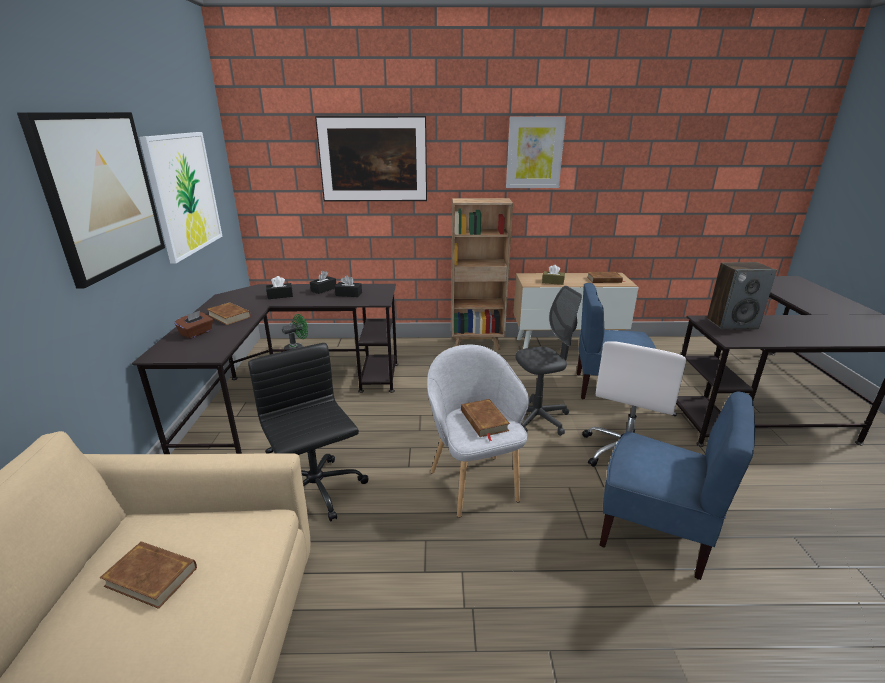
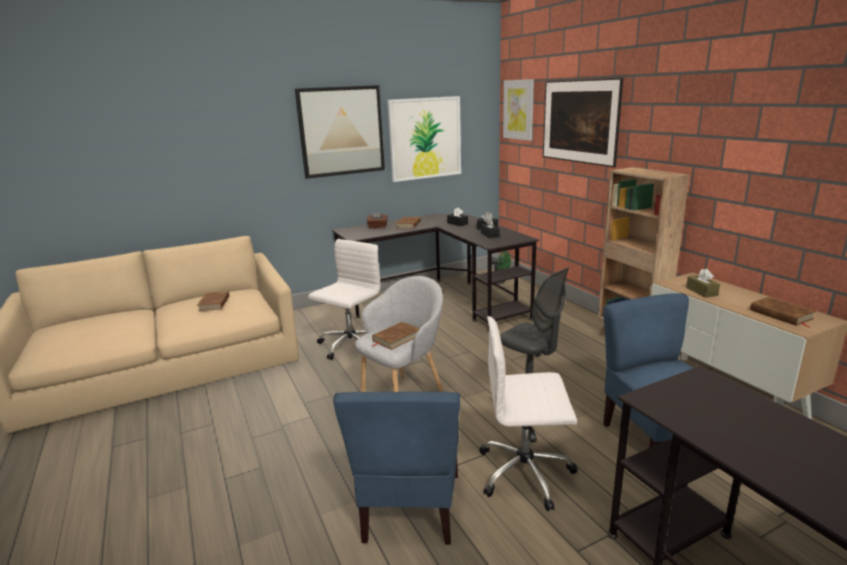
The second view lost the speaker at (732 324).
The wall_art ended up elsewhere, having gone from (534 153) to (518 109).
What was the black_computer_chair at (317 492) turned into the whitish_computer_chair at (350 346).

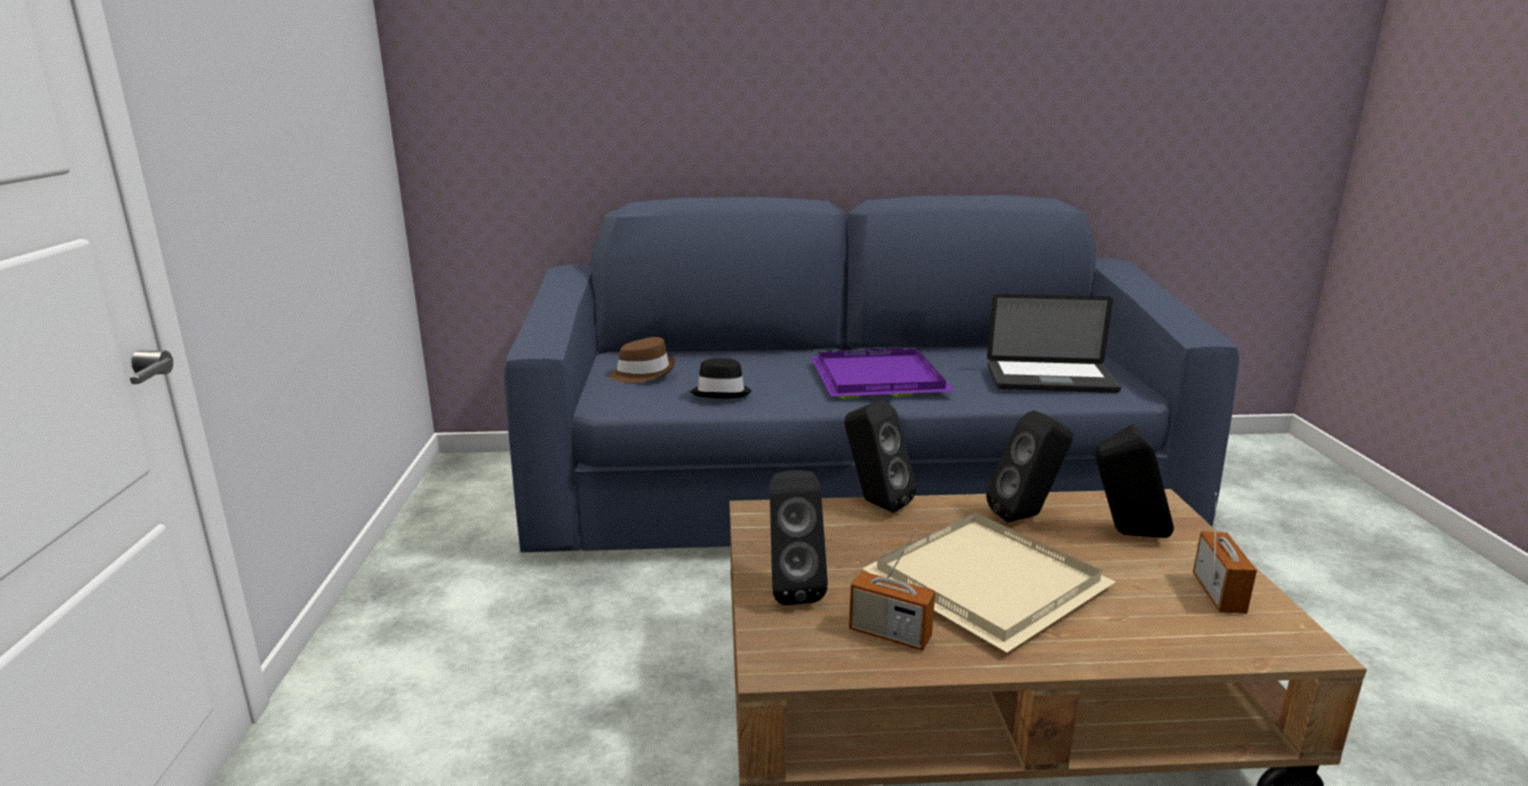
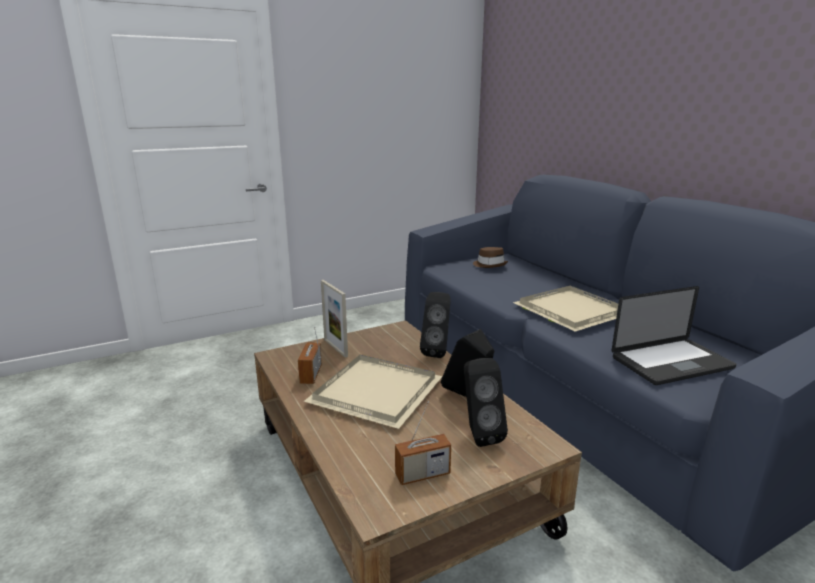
The second view lost the black_clothing_hat at (721 392).
Where the black_speaker stood at (792 588), the standing_frame came to stand at (335 348).
What was the purplish_serving_tray at (876 379) turned into the beige_serving_tray at (569 311).
The laptop at (1050 379) ended up facing another way, 90 degrees counterclockwise from before.

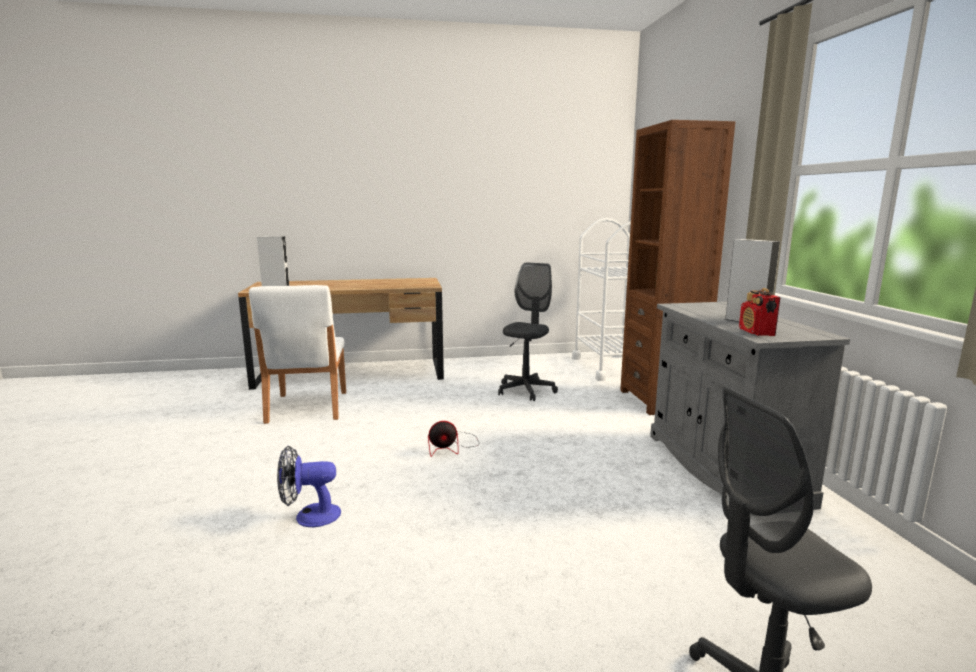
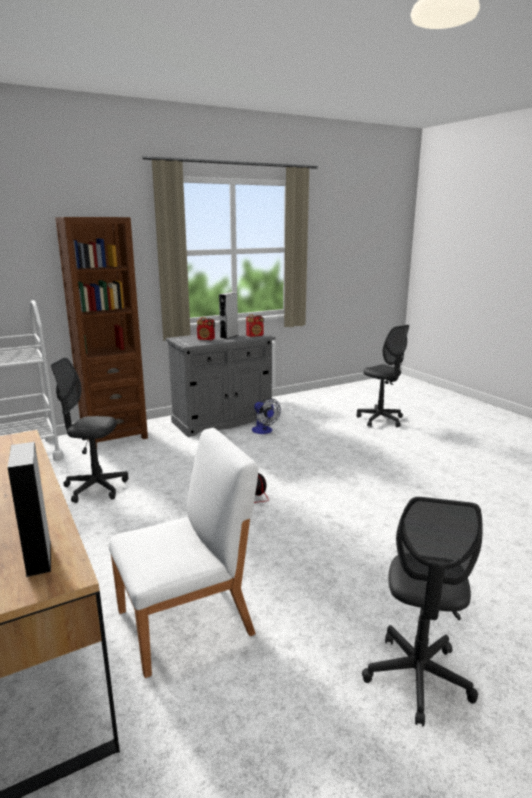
The second view gained the radio_receiver at (206 339).
The second view gained the greyish_computer_chair at (417 678).
The fan ended up elsewhere, having gone from (309 516) to (264 431).

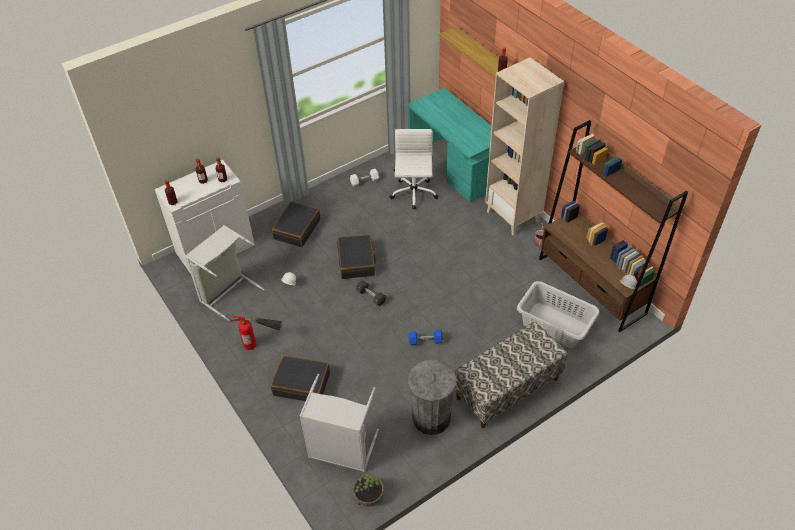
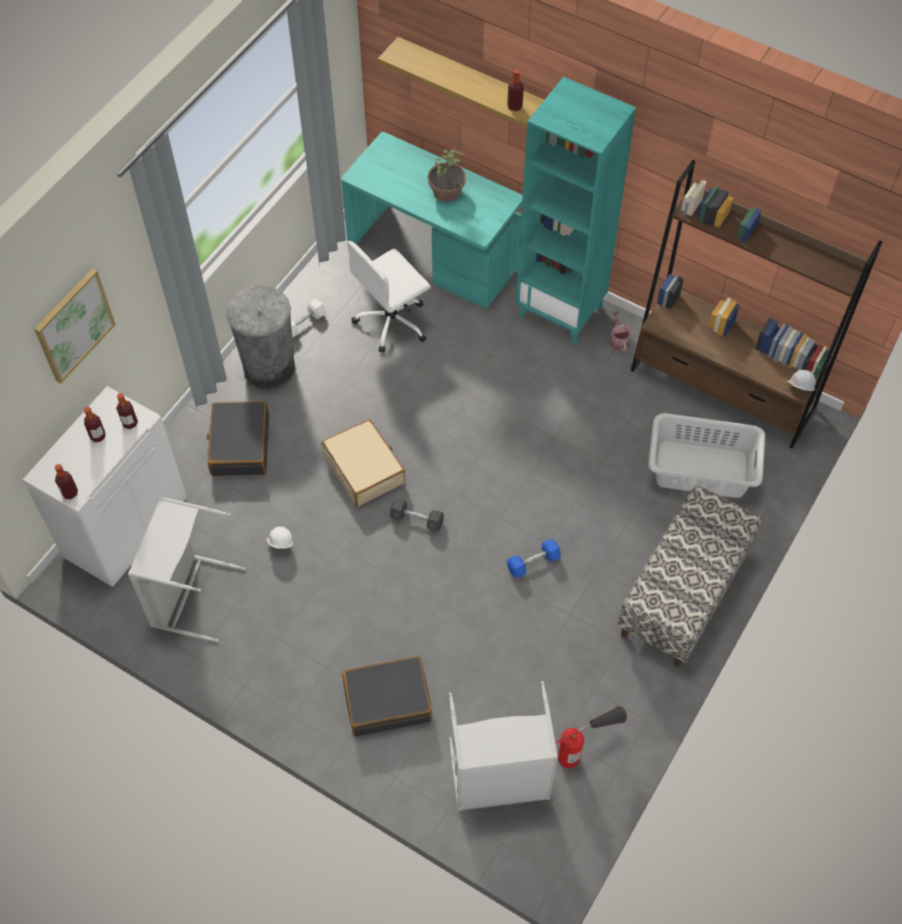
The second view gained the wall_art at (73 325).
The extinguisher ended up elsewhere, having gone from (262 343) to (586 748).
The potted_plant ended up elsewhere, having gone from (369 496) to (446 191).
The greyish_waste_bin ended up elsewhere, having gone from (431 418) to (269 367).
What was the black_piece_of_luggage at (356 261) turned into the beige_piece_of_luggage at (364 469).
What was the beige_bookshelf at (513 216) turned into the turquoise-coloured_bookshelf at (561 311).
The whitish_computer_chair at (413 194) ended up facing another way, 105 degrees counterclockwise from before.

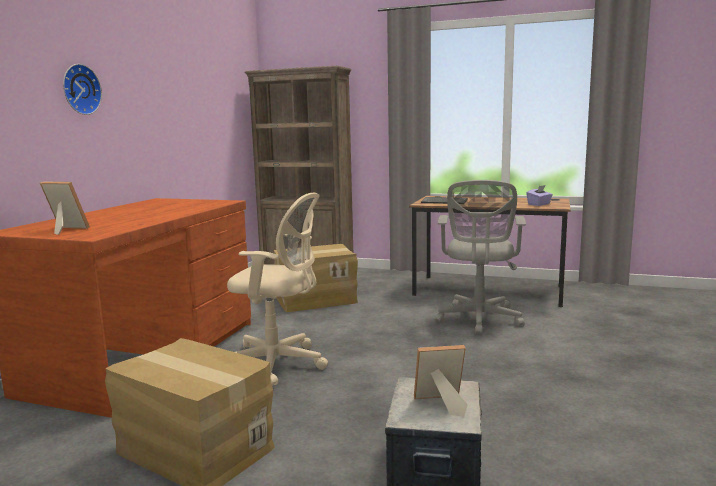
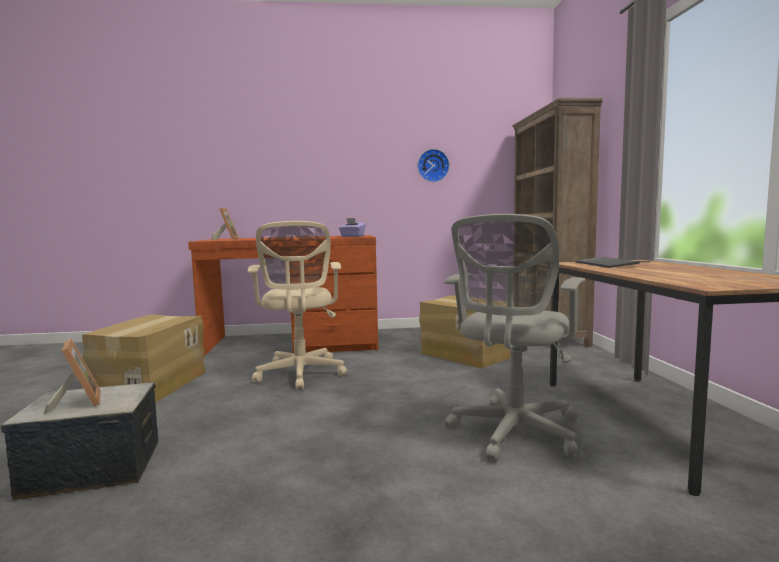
The clock_on_the_wall ended up elsewhere, having gone from (79 89) to (433 165).
The purplish_box_of_tissues ended up elsewhere, having gone from (539 204) to (352 236).
The greyish_computer_chair at (479 320) ended up facing another way, 45 degrees counterclockwise from before.

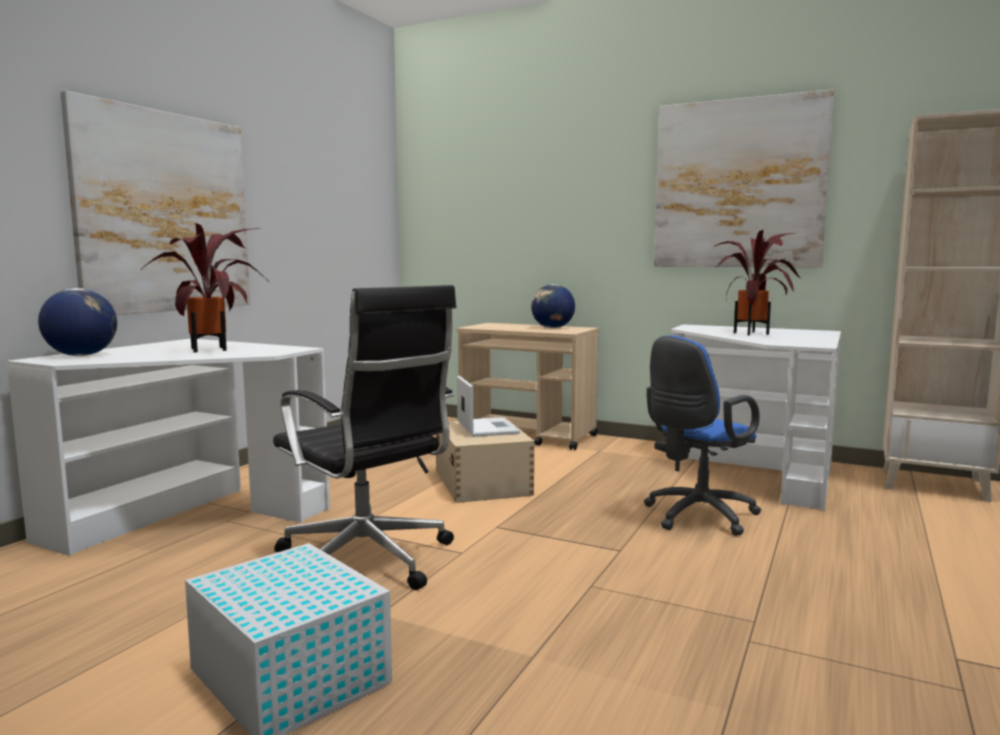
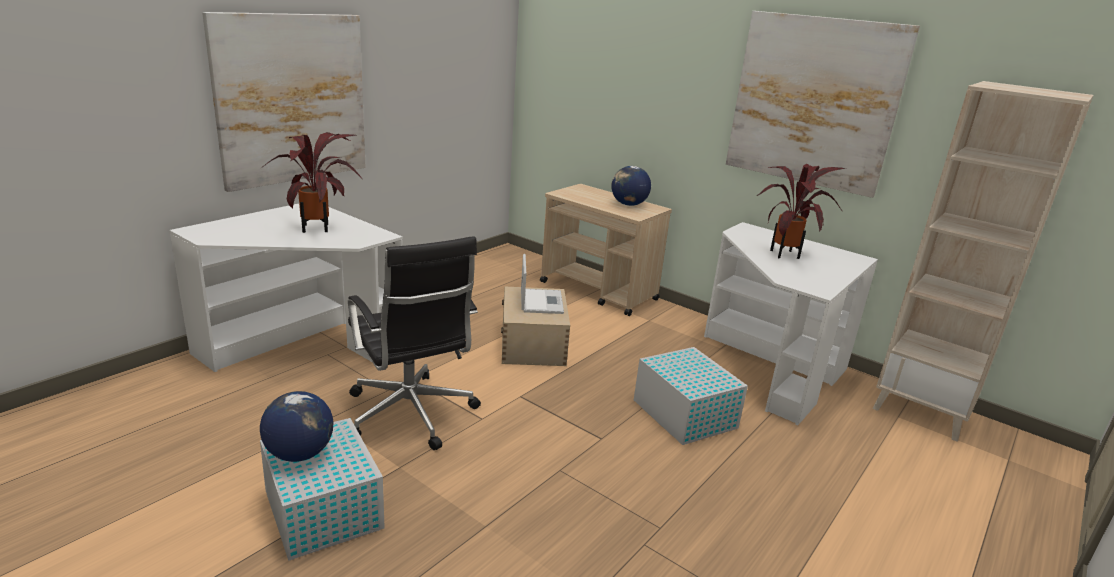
The globe ended up elsewhere, having gone from (81 355) to (299 454).
Where the blue_computer_chair stood at (696 517), the whitish_storage_container came to stand at (684 413).

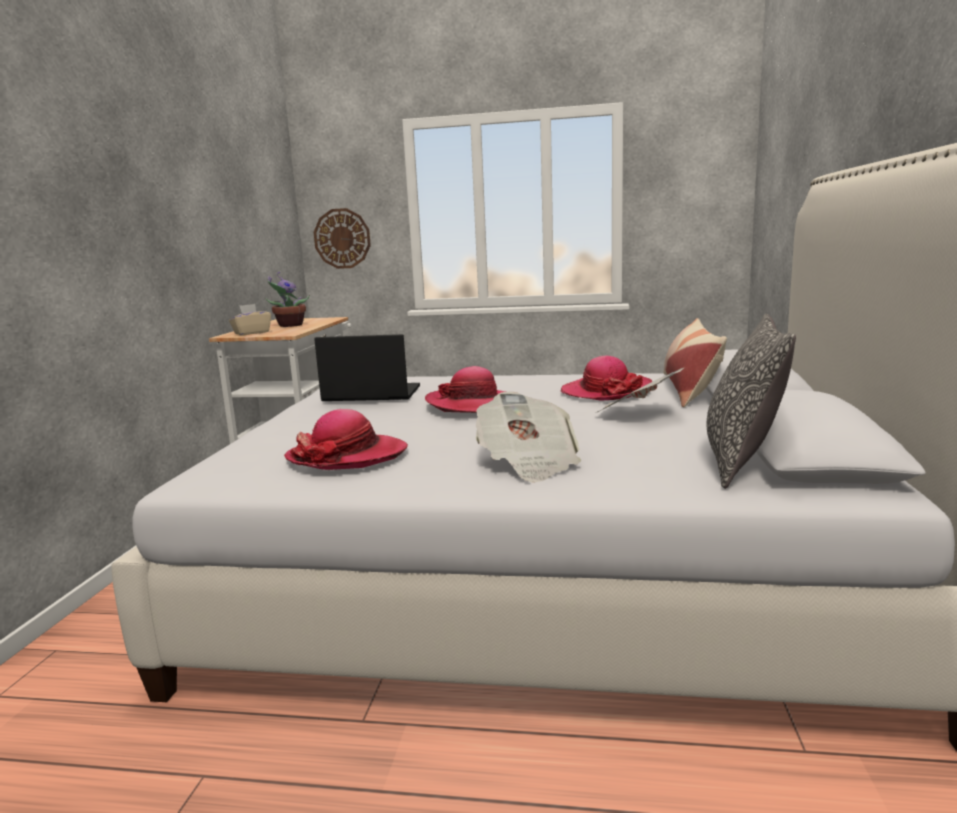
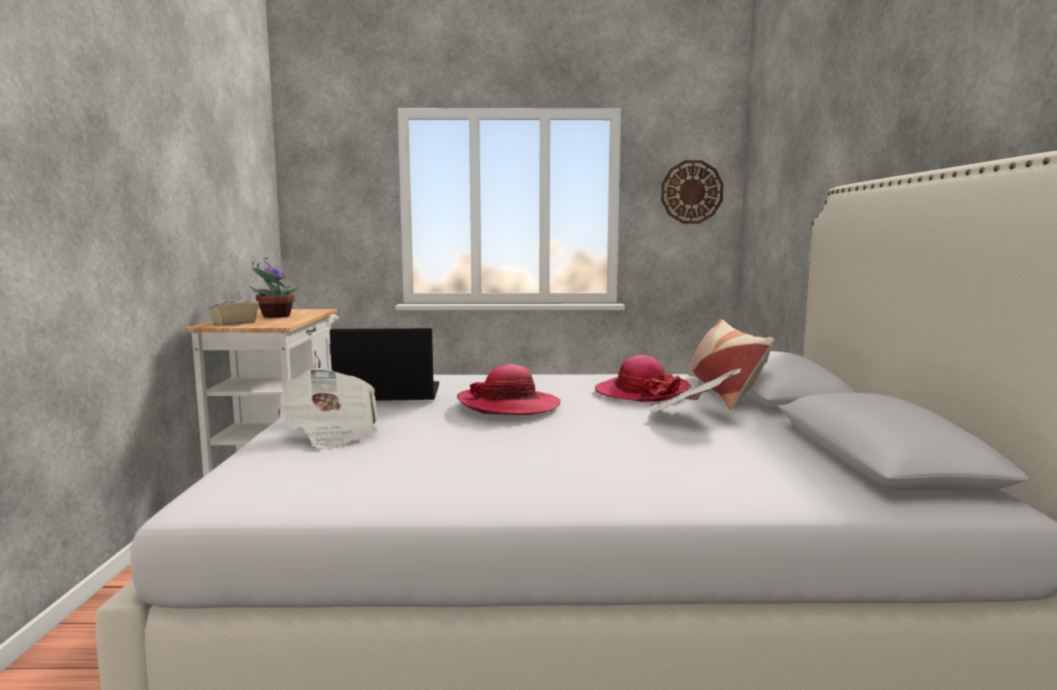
The second view lost the clothing_hat at (347 456).
The second view lost the pillow at (741 462).
The clock_on_the_wall ended up elsewhere, having gone from (342 238) to (691 192).
The newspaper ended up elsewhere, having gone from (528 463) to (330 433).

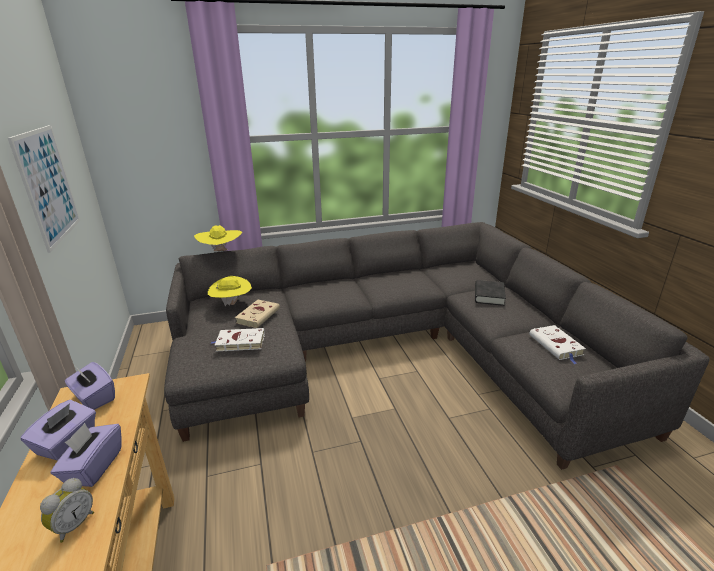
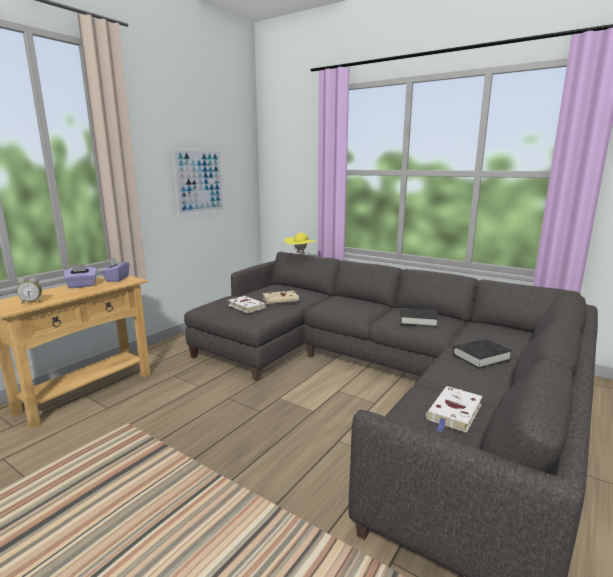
The second view lost the purplish_box_of_tissues at (94 467).
The second view lost the yellow_clothing_hat at (232 304).
The second view gained the black_volume at (418 320).

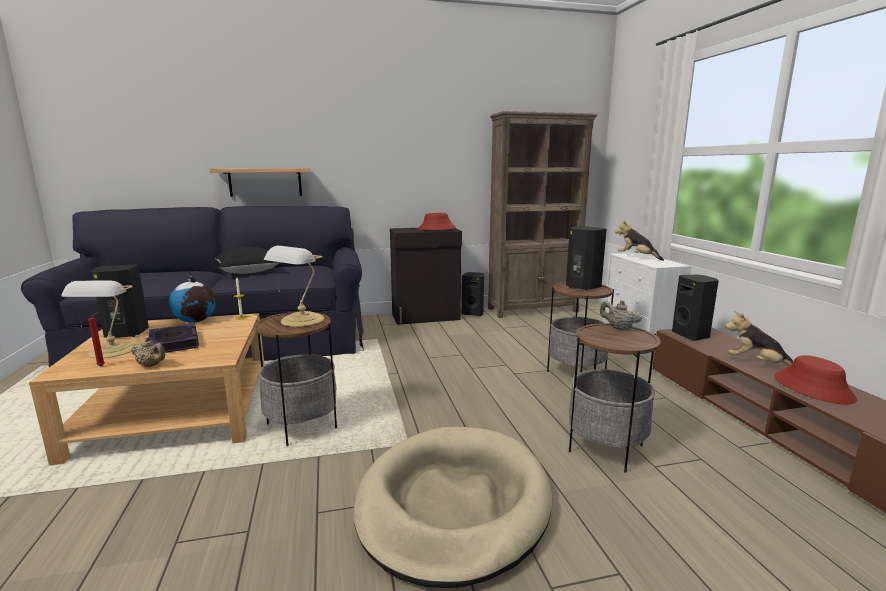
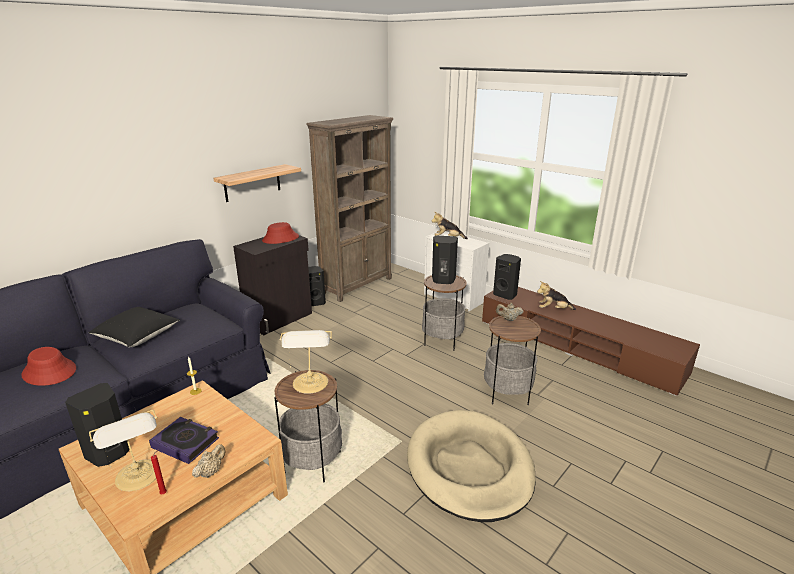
The second view lost the globe at (195 321).
The bracket_shelf ended up elsewhere, having gone from (265 182) to (252 183).
The red_clothing_hat ended up elsewhere, having gone from (813 388) to (50 372).
The beige_tea_pot at (151 365) ended up facing another way, 45 degrees counterclockwise from before.

